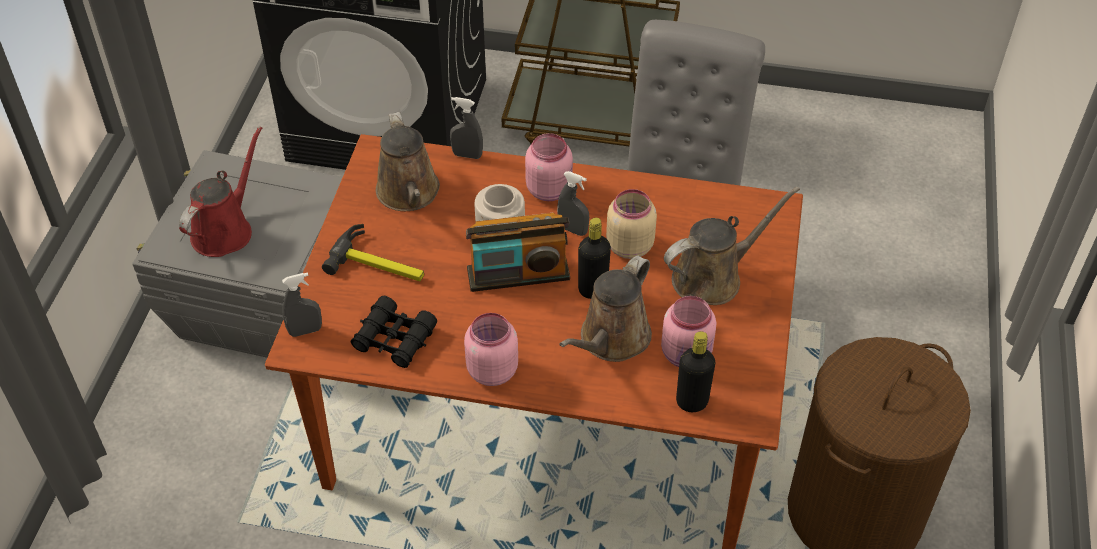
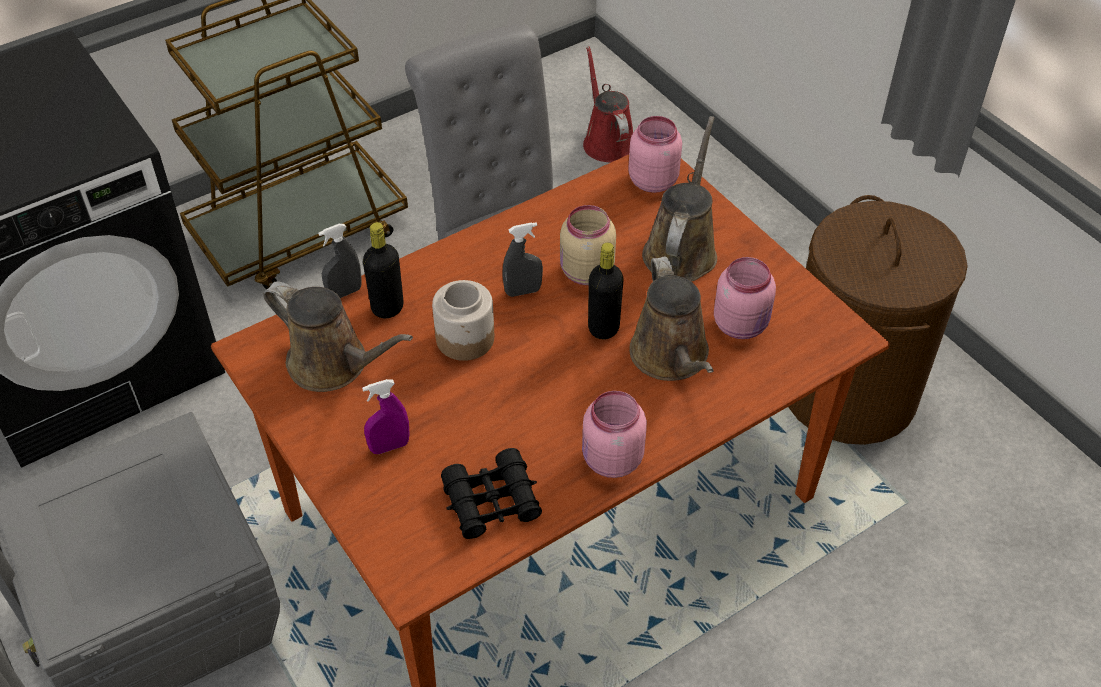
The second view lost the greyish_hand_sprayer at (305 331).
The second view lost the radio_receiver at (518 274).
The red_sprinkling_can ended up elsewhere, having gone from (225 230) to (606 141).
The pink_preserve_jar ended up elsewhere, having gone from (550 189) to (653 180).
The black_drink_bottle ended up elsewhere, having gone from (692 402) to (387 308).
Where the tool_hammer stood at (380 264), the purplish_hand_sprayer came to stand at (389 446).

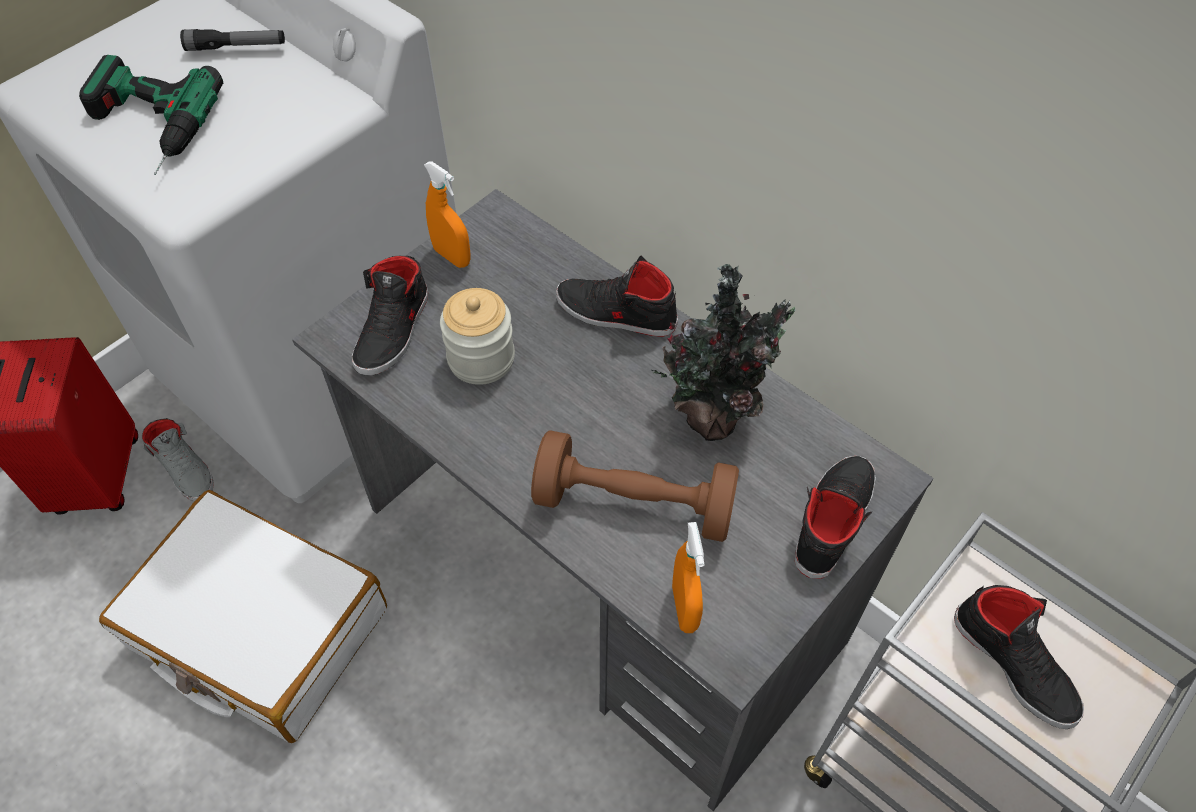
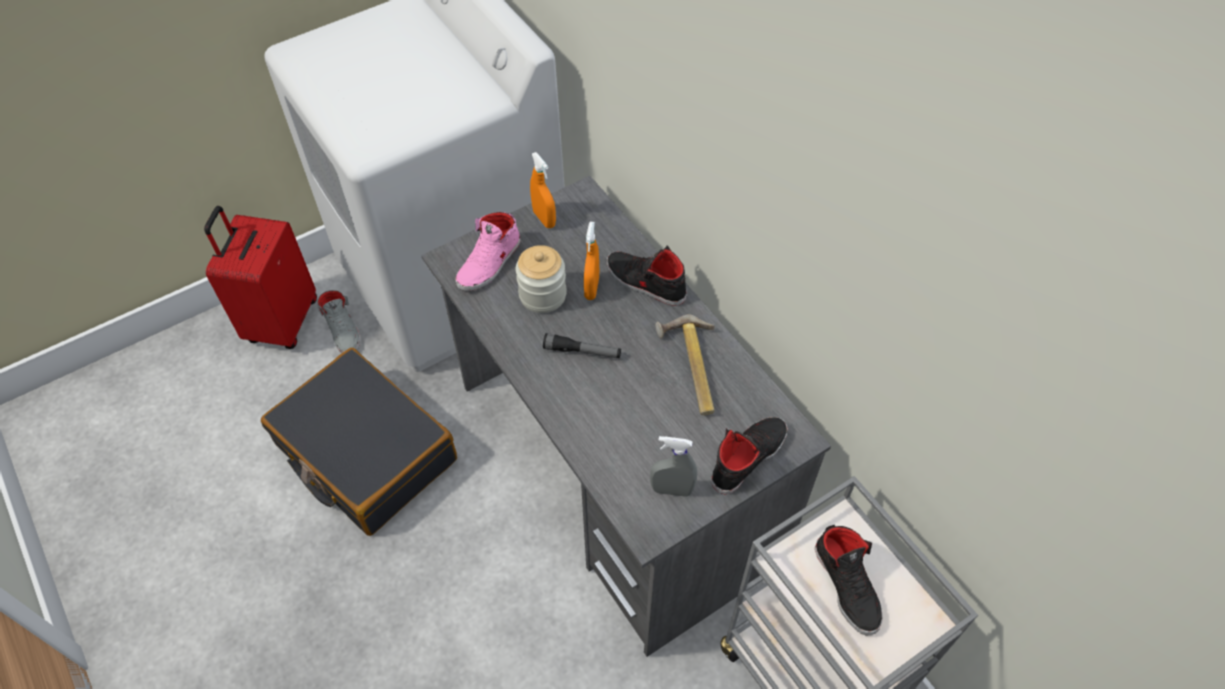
The second view lost the electric_drill at (144 129).
The second view lost the brown_free_weight at (634 504).
The second view gained the greyish_hand_sprayer at (671 490).
The torch ended up elsewhere, having gone from (236 47) to (582 351).
The orange_hand_sprayer ended up elsewhere, having gone from (684 608) to (592 288).
Where the potted_plant stood at (714 415), the tool_hammer came to stand at (690 368).
What was the whitish_piece_of_luggage at (258 629) turned into the black_piece_of_luggage at (365 453).
What was the black_shoe at (394 331) turned into the pink_shoe at (490 263).

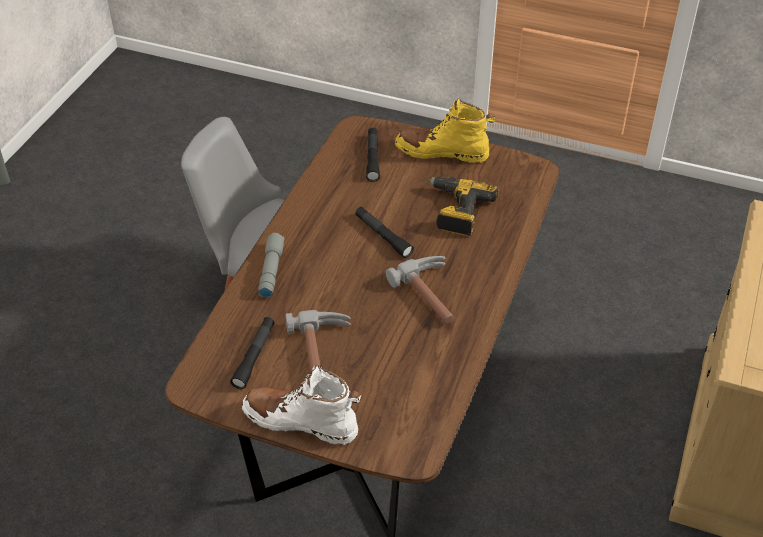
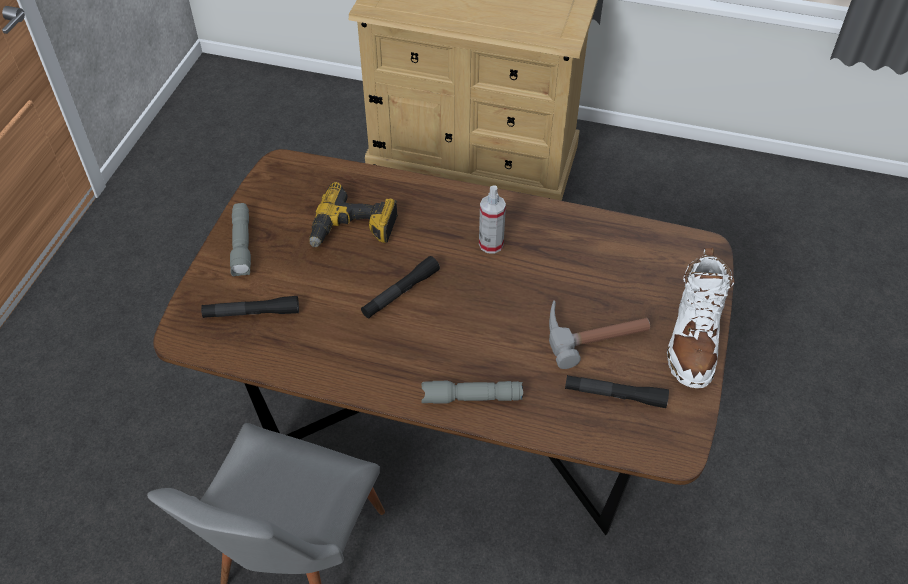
Where the tool_hammer stood at (433 295), the hand_sprayer came to stand at (491 244).
Where the yellow_high-top_boot stood at (442 152), the greyish_torch came to stand at (242 246).

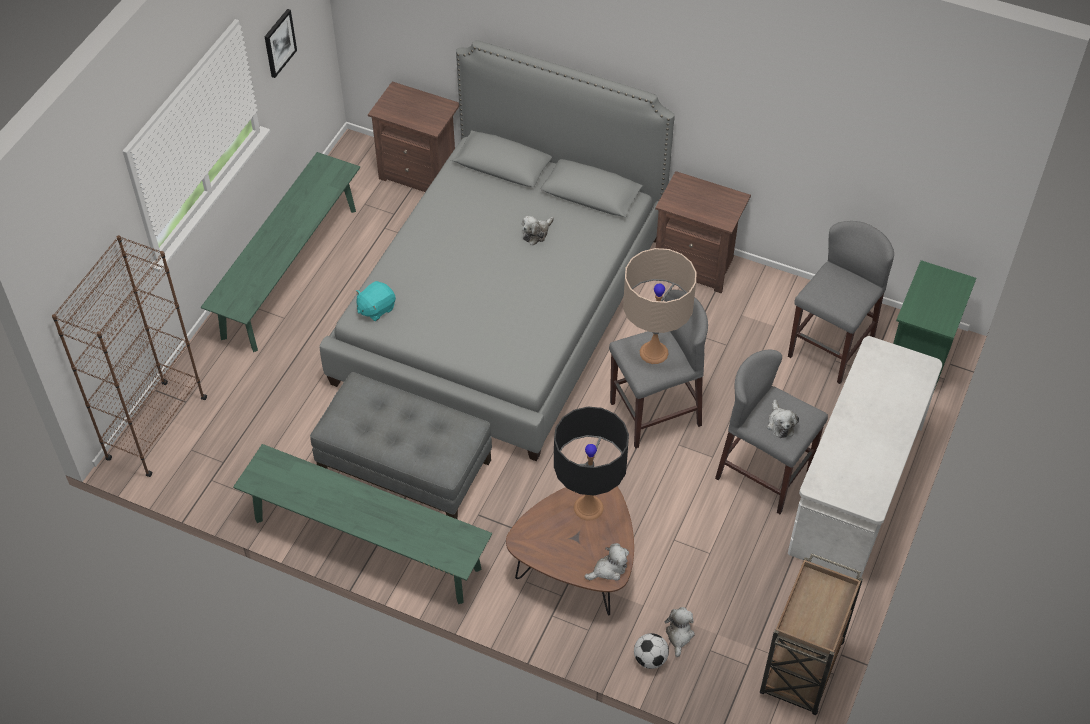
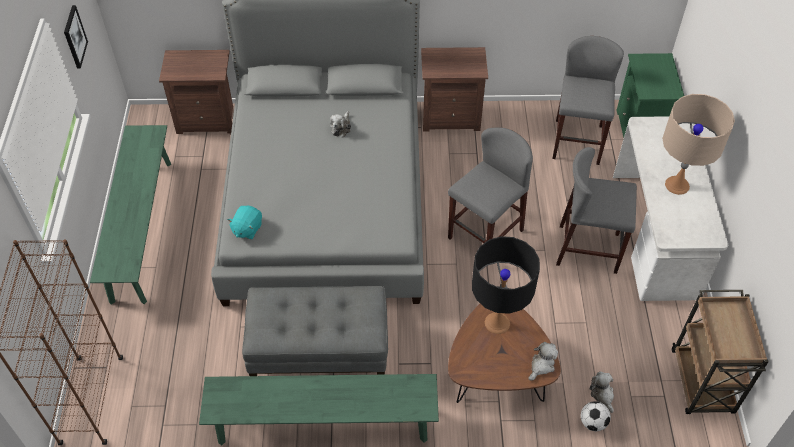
The second view lost the cuddly_toy at (780 424).
The beige_lamp_for_a_table ended up elsewhere, having gone from (654 352) to (677 185).

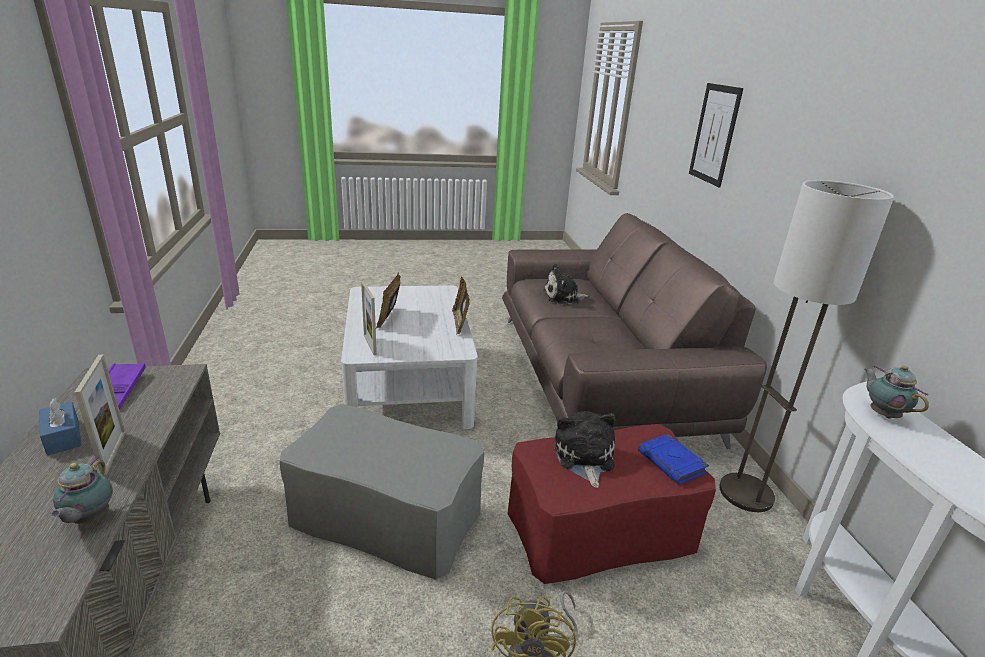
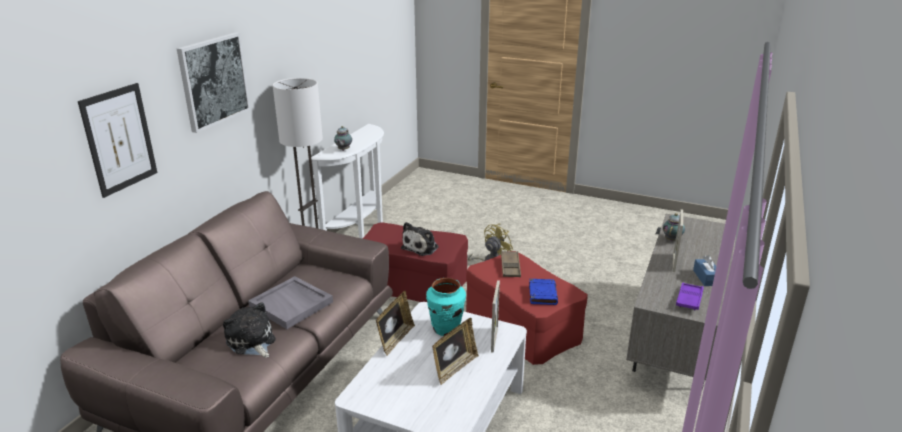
The second view gained the wall_art at (214 81).
The second view gained the greyish_serving_tray at (292 304).
The second view gained the turquoise-coloured_vase at (446 328).
The second view gained the brown_serving_tray at (510 267).
The blue_volume ended up elsewhere, having gone from (672 463) to (542 294).
What was the greyish_footrest at (386 515) turned into the red_footrest at (523 326).
The cuddly_toy at (563 297) ended up facing another way, 150 degrees counterclockwise from before.

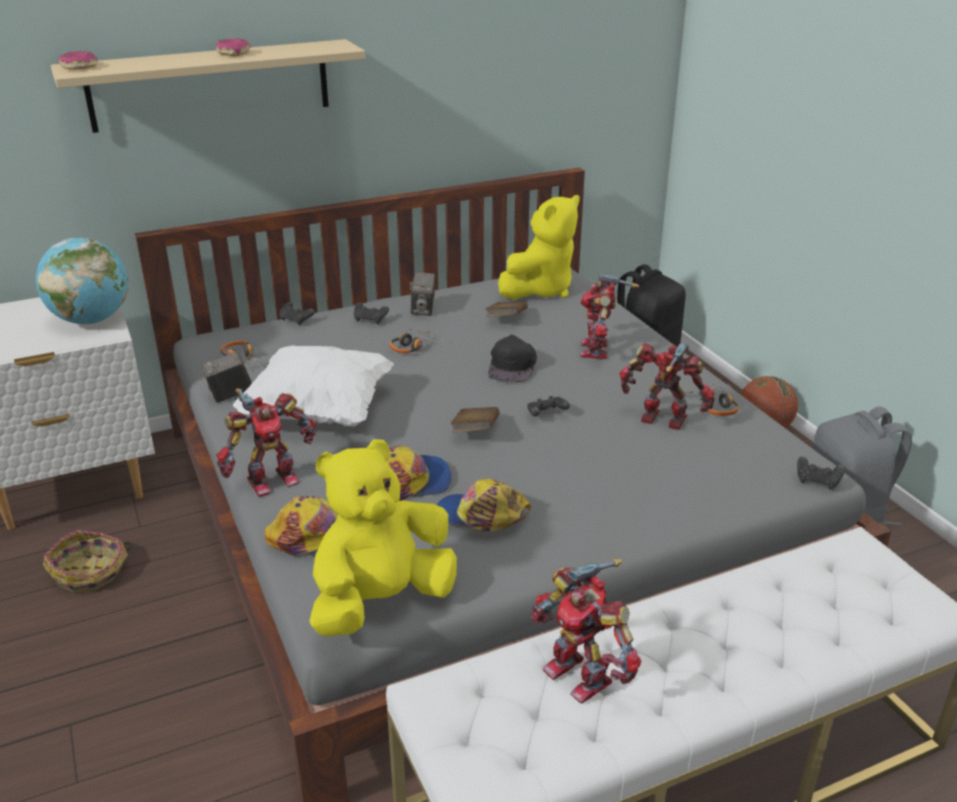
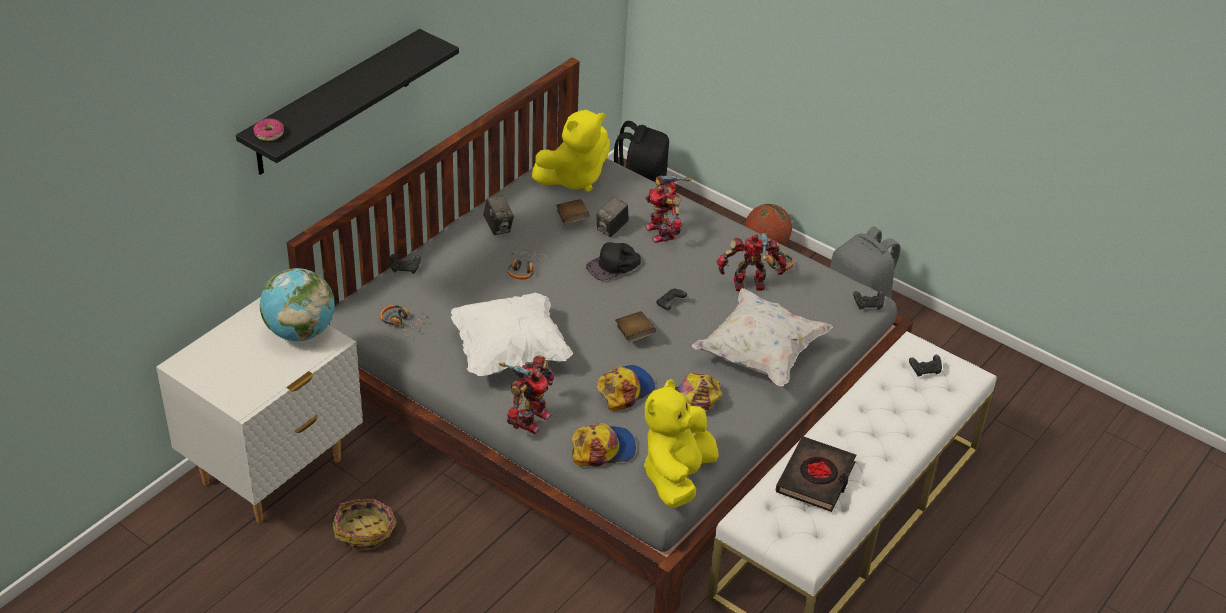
The second view lost the donut at (233 53).
The second view gained the whitish_pillow at (759 355).
The still_camera ended up elsewhere, having gone from (230 395) to (611 229).
The black_gamepad ended up elsewhere, having gone from (370 319) to (925 370).
Where the model_robot stood at (581 674), the black_volume came to stand at (816 478).
What was the beige_bracket_shelf at (210 85) turned into the black_bracket_shelf at (334 103).
The black_cap at (513 366) ended up facing another way, 75 degrees clockwise from before.
The yellow_cuddly_toy at (540 290) ended up facing another way, 45 degrees clockwise from before.

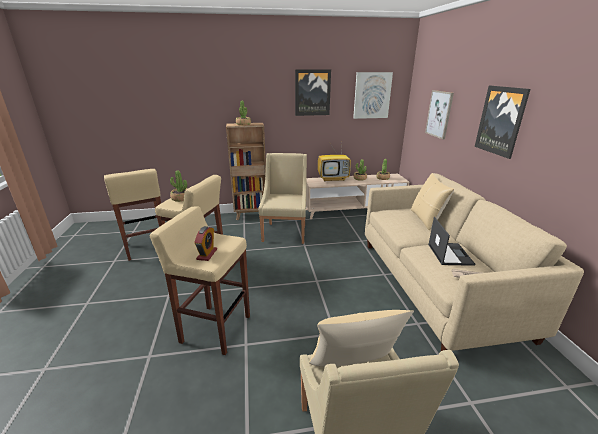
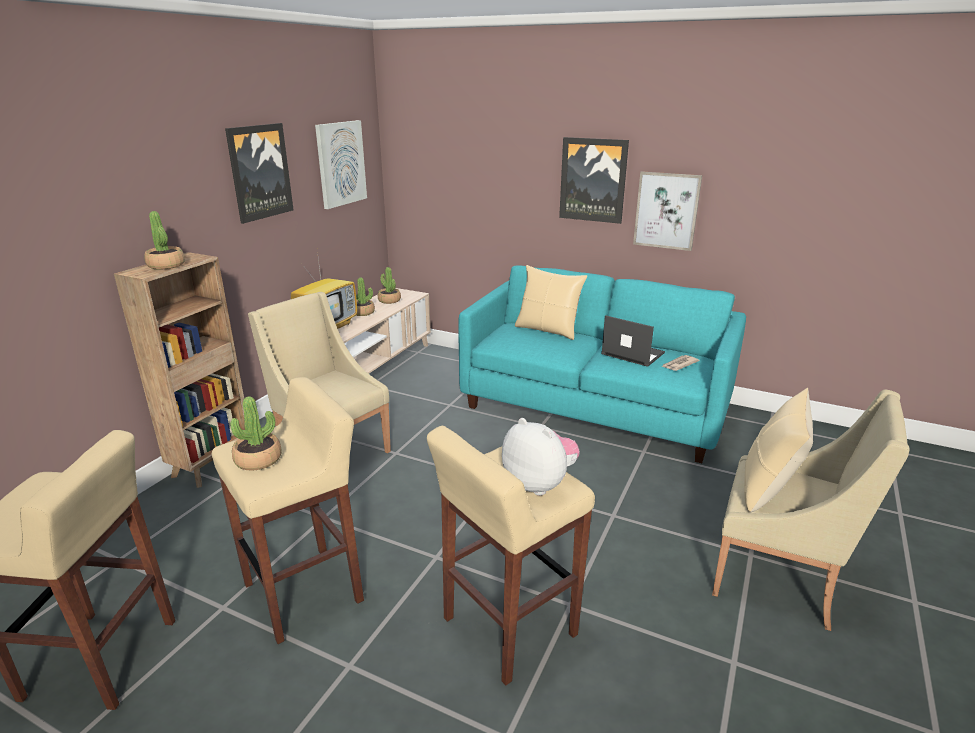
The wall_art ended up elsewhere, having gone from (439 114) to (666 210).
Where the table_clock stood at (207 254), the cuddly_toy came to stand at (539 484).
What was the beige_settee at (436 285) turned into the turquoise-coloured_settee at (594 407).

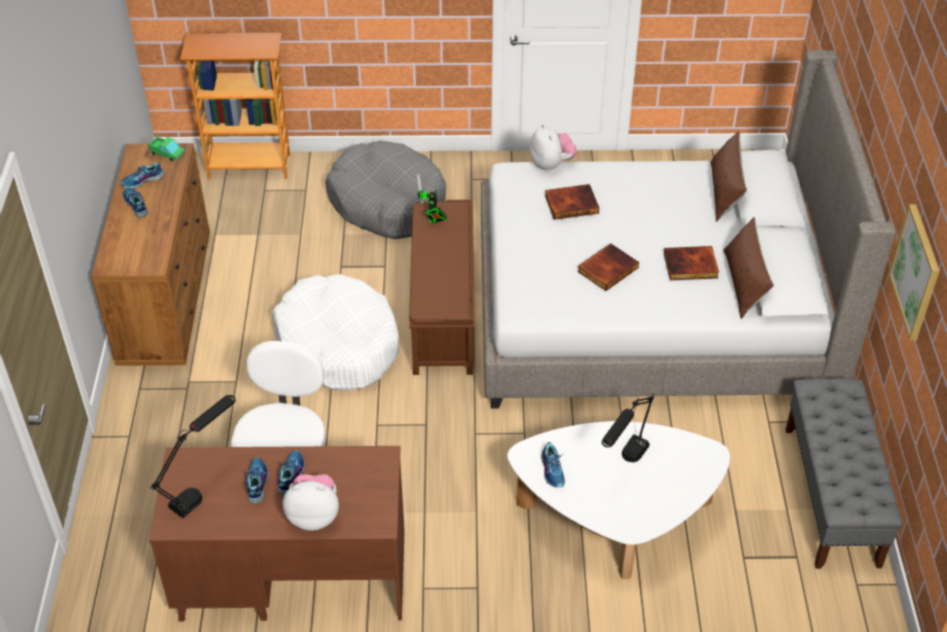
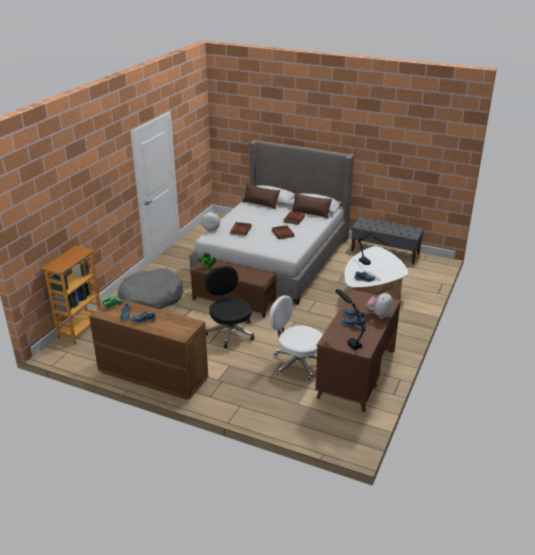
The second view lost the wall_art at (916 272).
Where the whitish_dog_bed stood at (338 344), the black_computer_chair came to stand at (230 332).

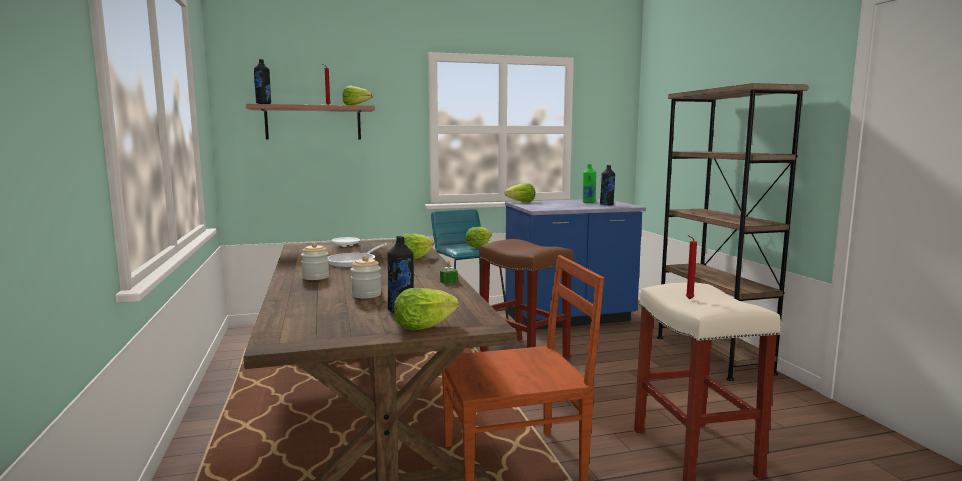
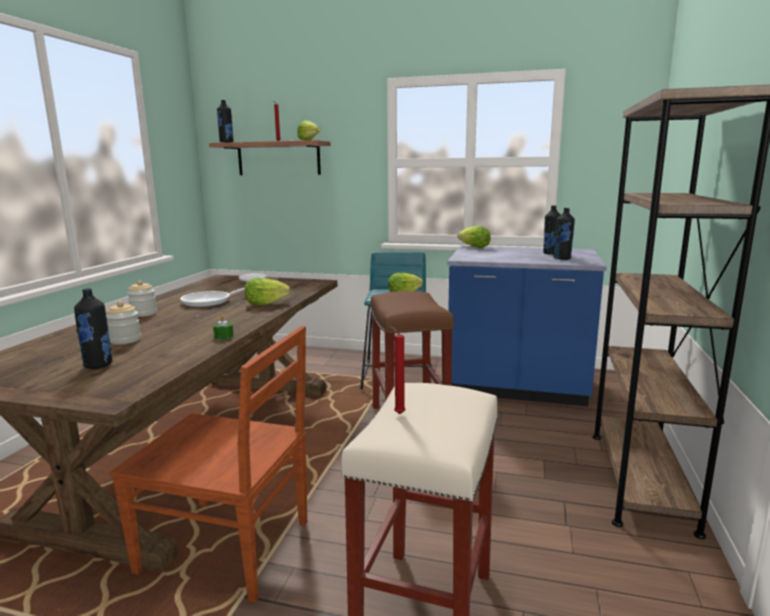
The second view lost the lettuce_head at (423 327).
What was the greenish_drink_bottle at (588 202) turned into the black_drink_bottle at (551 253).

